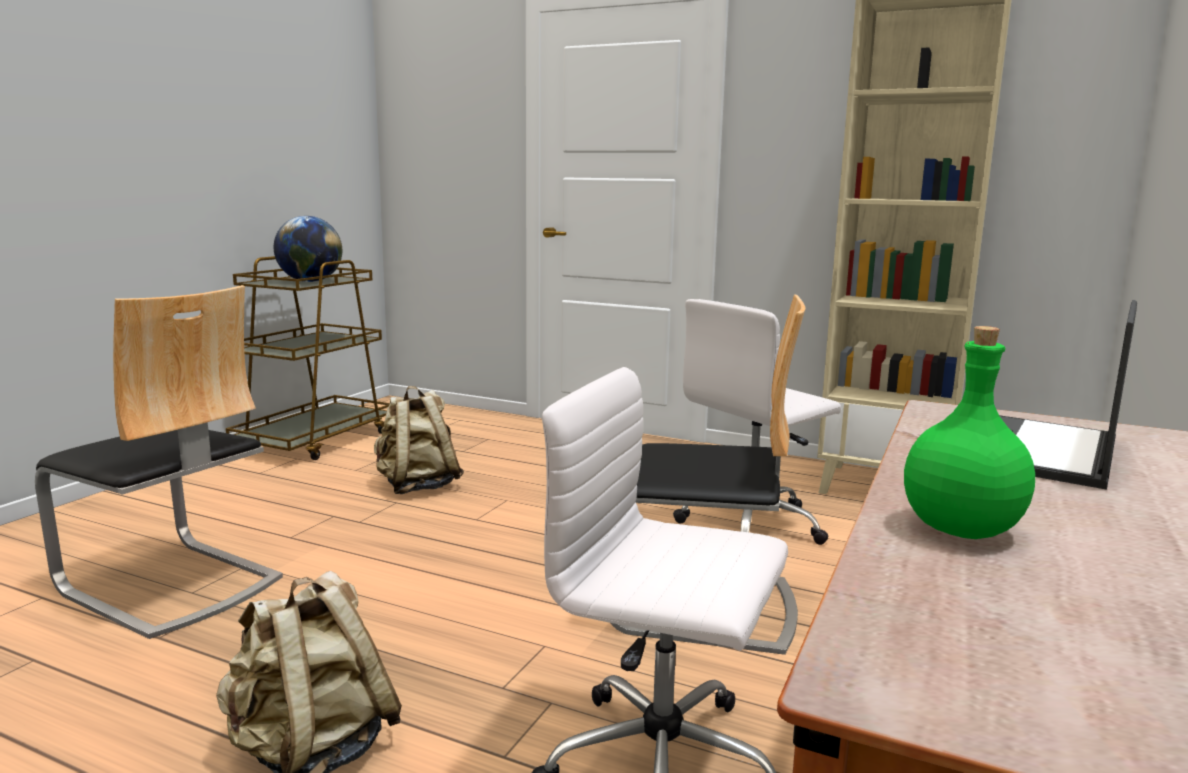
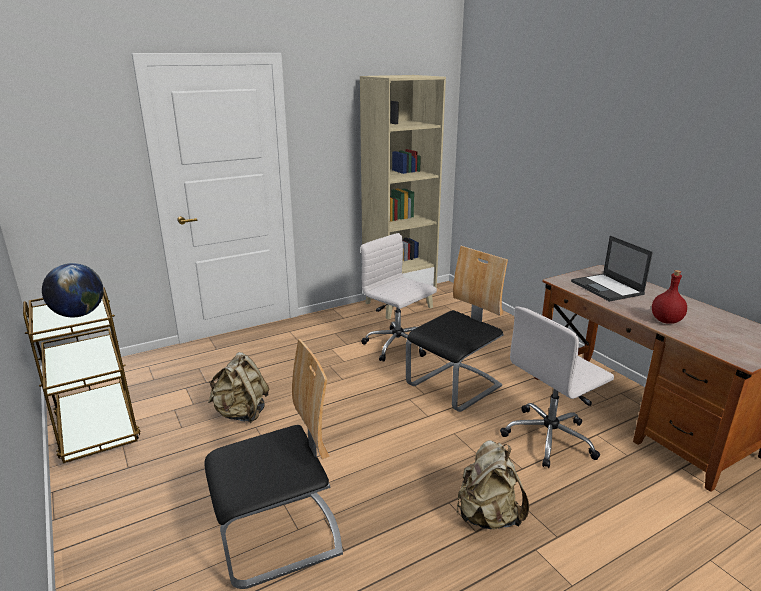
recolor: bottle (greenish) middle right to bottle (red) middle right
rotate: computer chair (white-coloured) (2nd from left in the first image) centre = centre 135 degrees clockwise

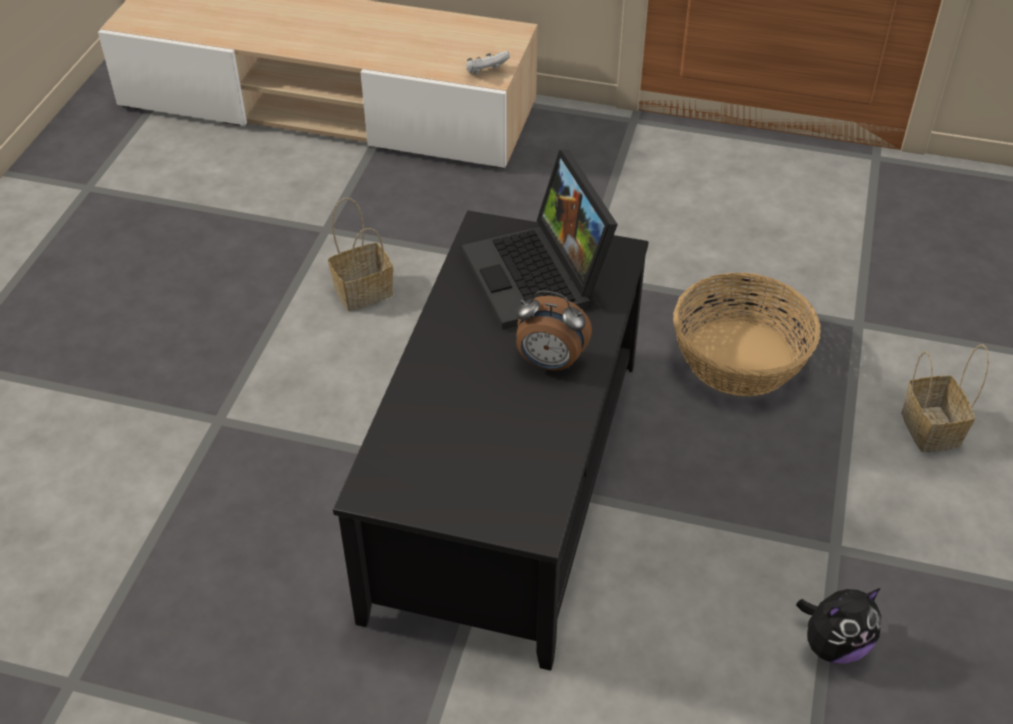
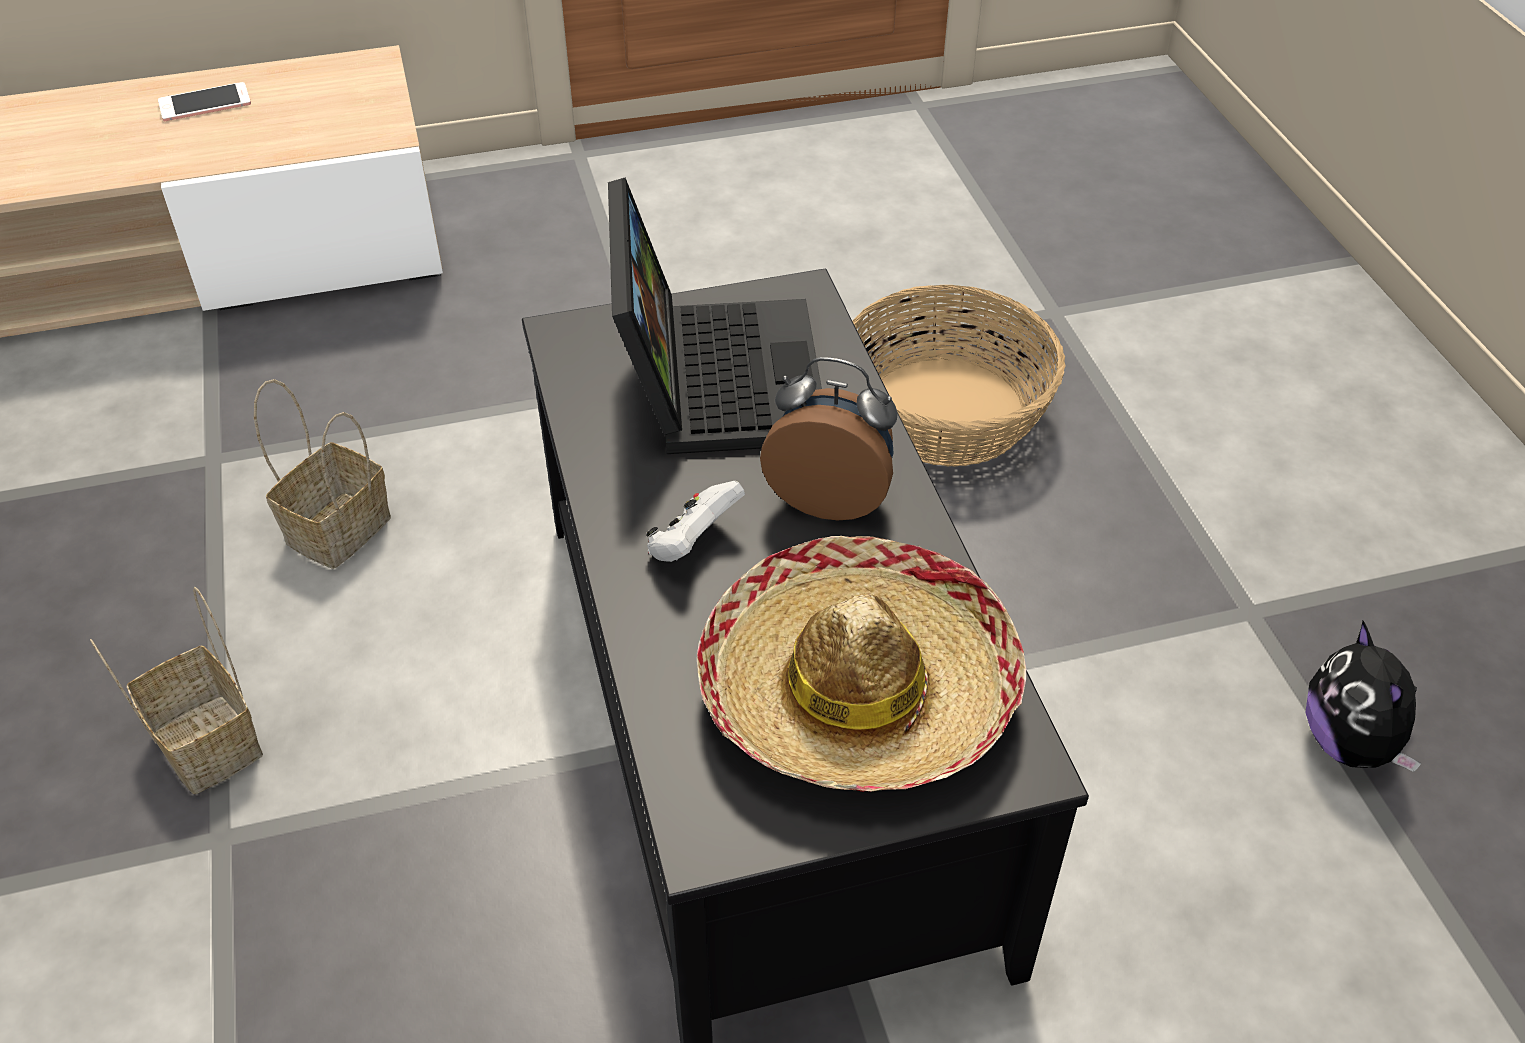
insert: handset top left; wearable hat centre
move: household basket (3rd from left in the first image) middle right to household basket (1st from left) middle left; joypad (white-coloured) top centre to centre
rotate: portable computer top centre = top centre 135 degrees counterclockwise; alarm clock centre = centre 150 degrees counterclockwise; cuddly toy bottom right = bottom right 135 degrees clockwise

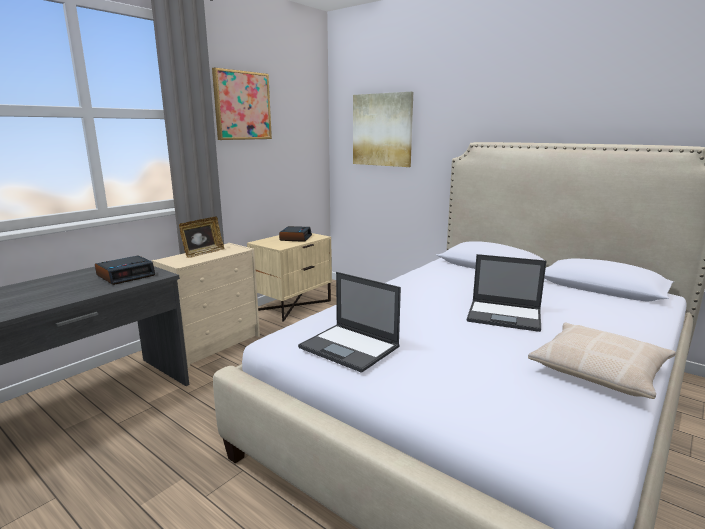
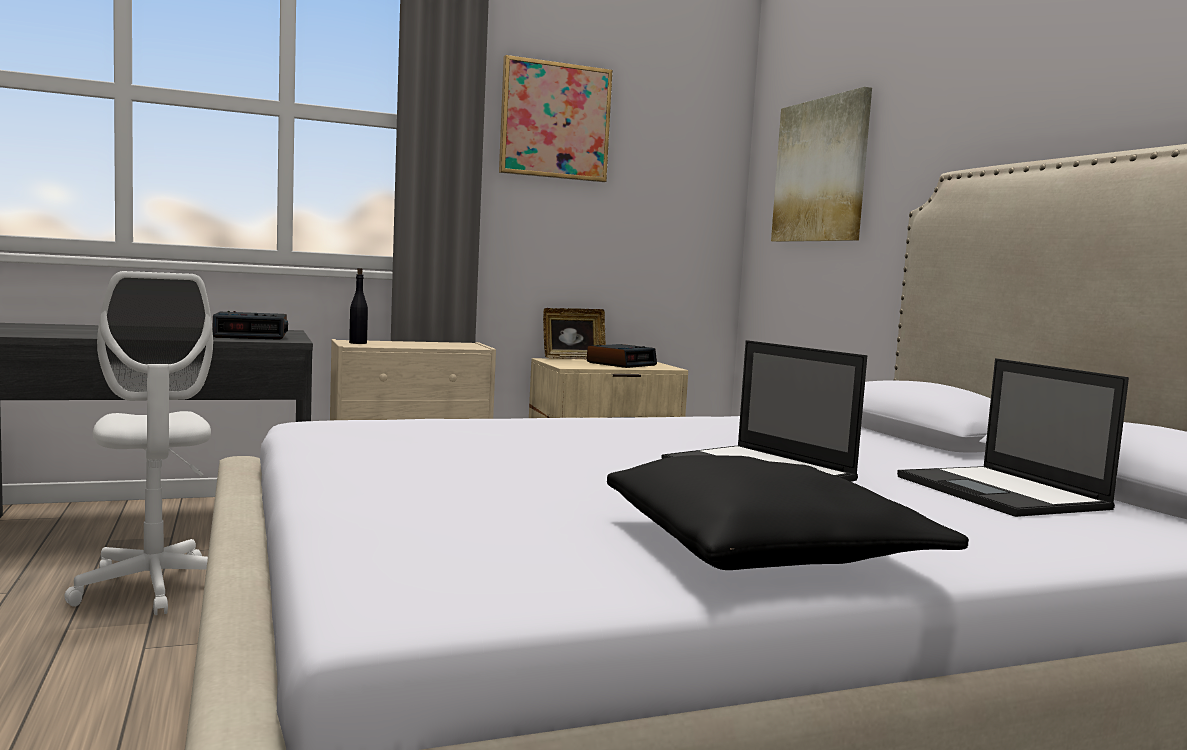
insert: computer chair (white-coloured) middle left; bottle (black) middle left
move: standing frame middle left to centre; portable computer (1st from left in the first image) centre to portable computer (2nd from left) middle right
recolor: cushion (sand-coloured) bottom right to cushion (black) bottom centre

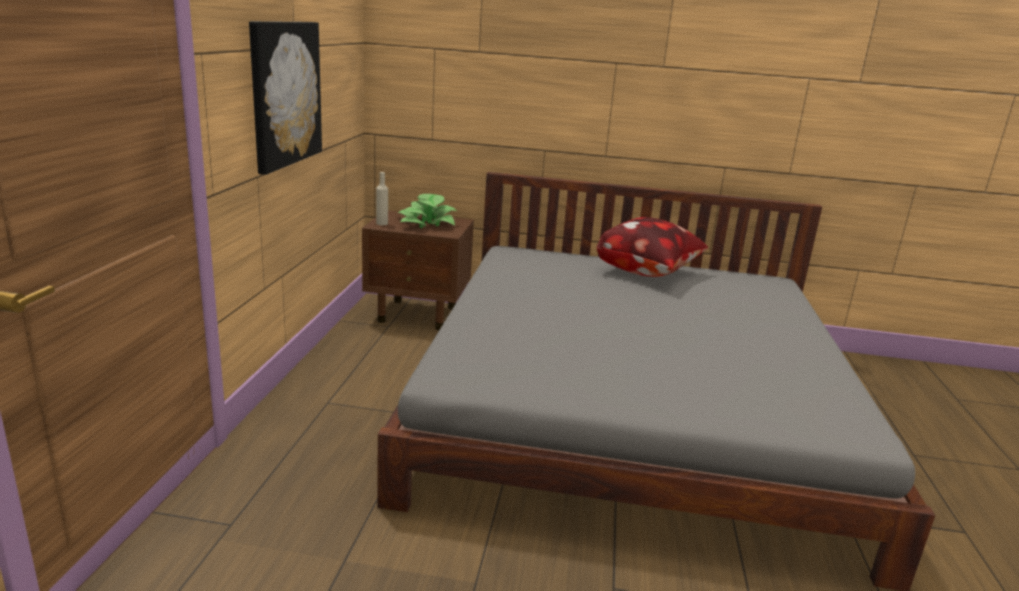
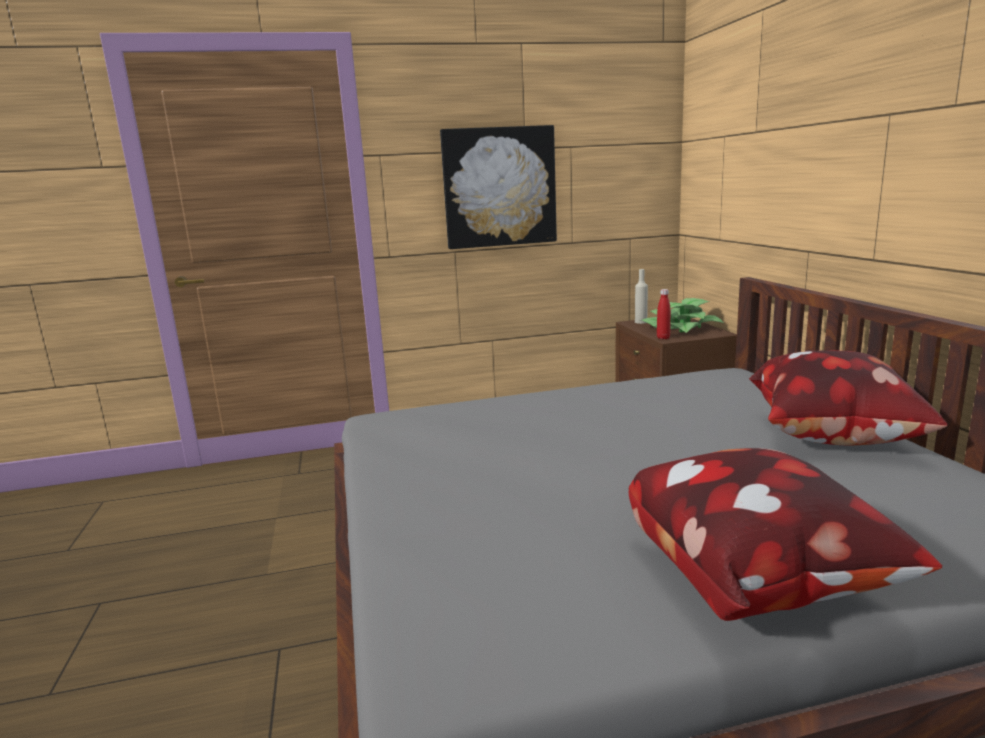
insert: cushion (1st from left) bottom right; bottle (red) middle right

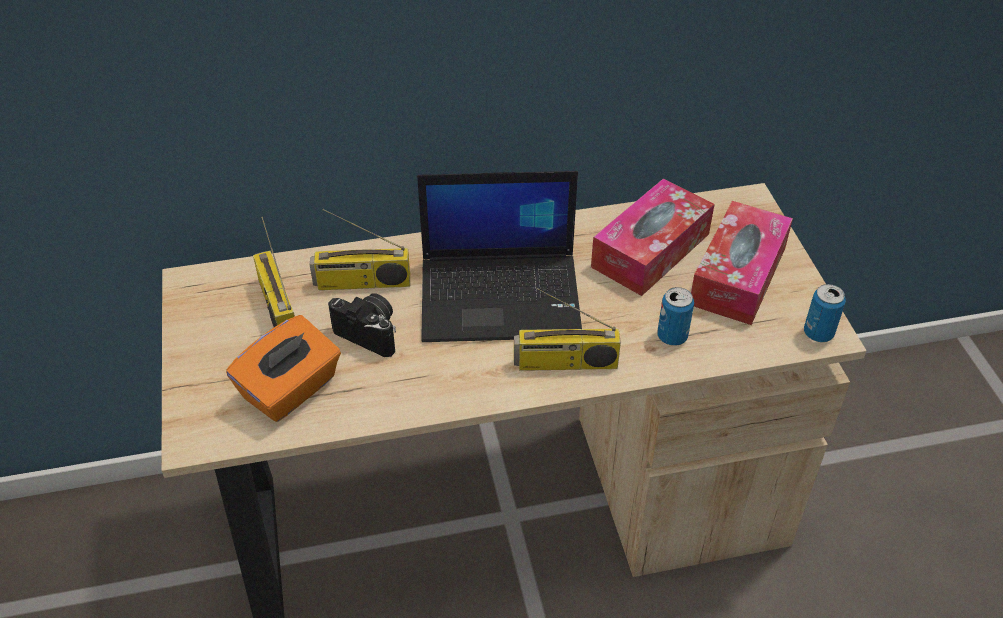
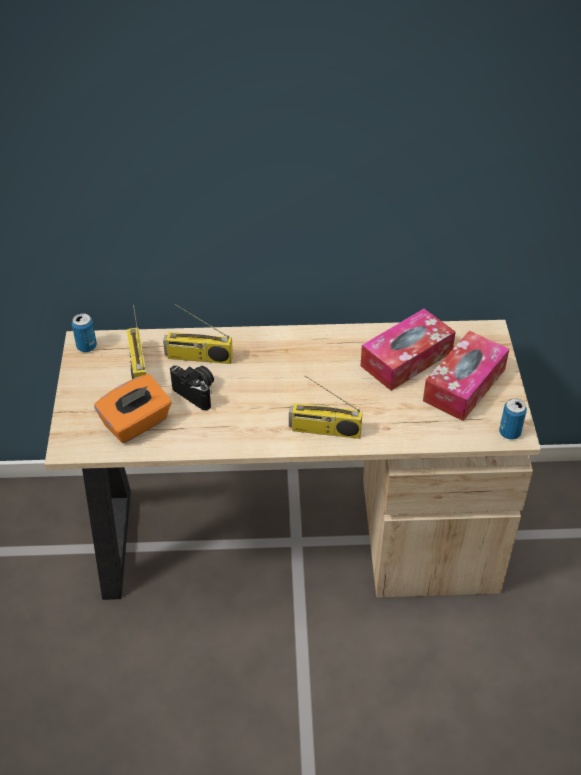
delete: portable computer centre
move: sealed can (1st from left) middle right to middle left

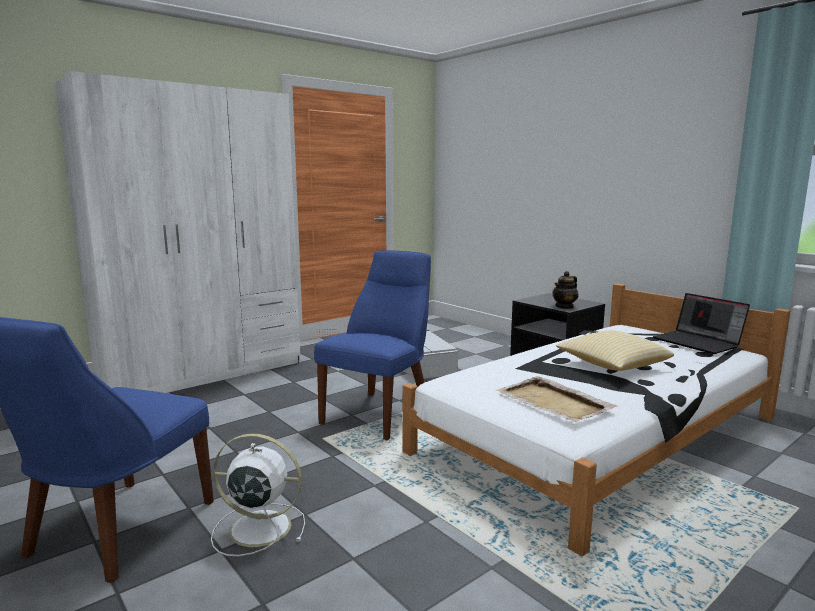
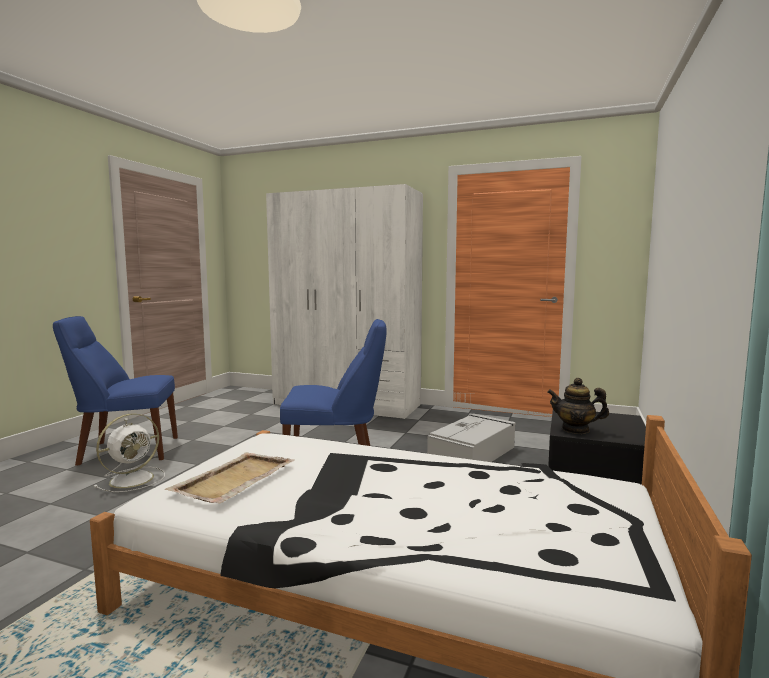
delete: cushion middle right; portable computer middle right
rotate: electric fan (white-coloured) bottom left = bottom left 60 degrees clockwise

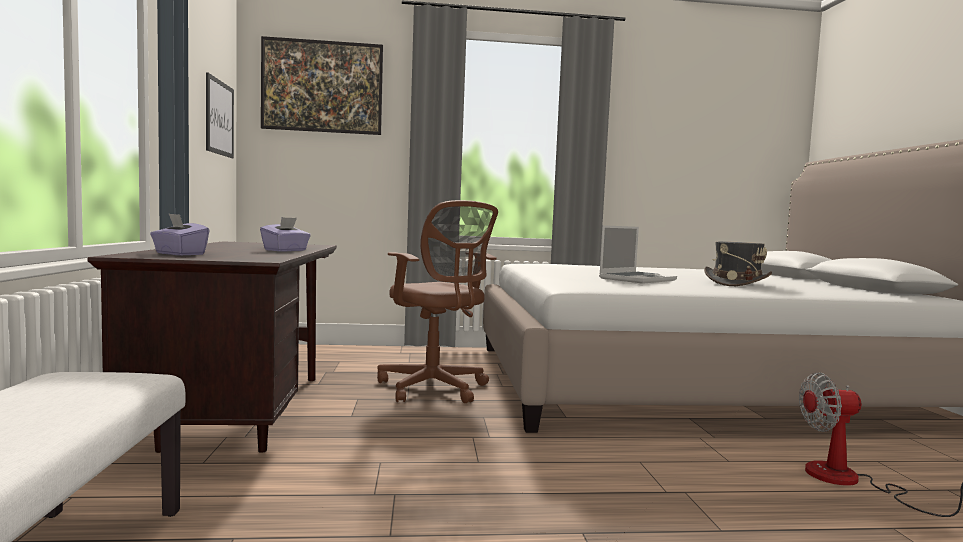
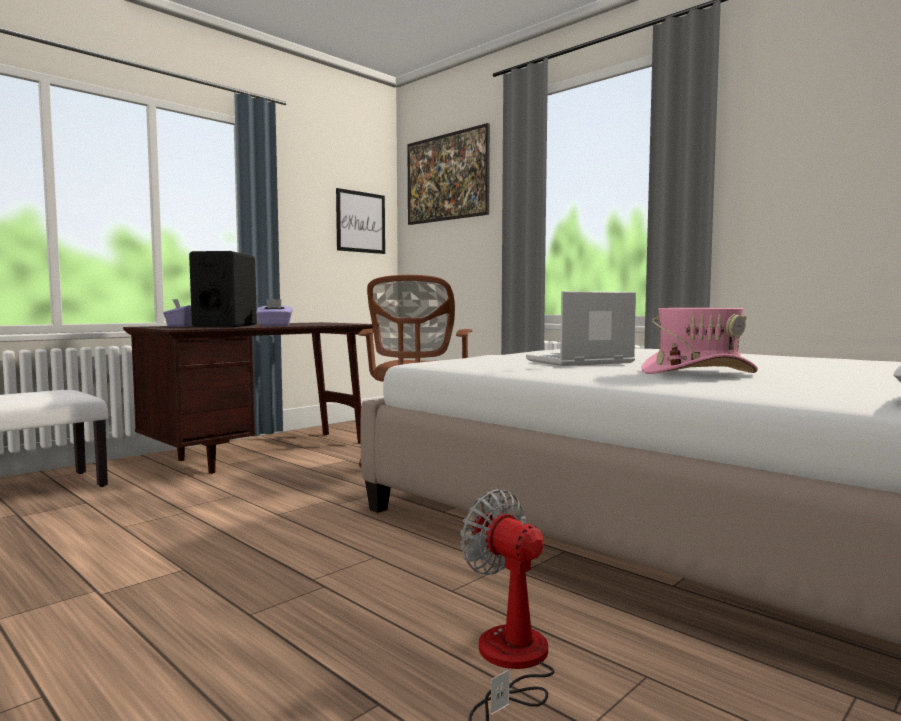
insert: loudspeaker (black) middle left
recolor: wearable hat (grey) middle right to wearable hat (pink-coloured) middle right
rotate: portable computer centre = centre 150 degrees clockwise

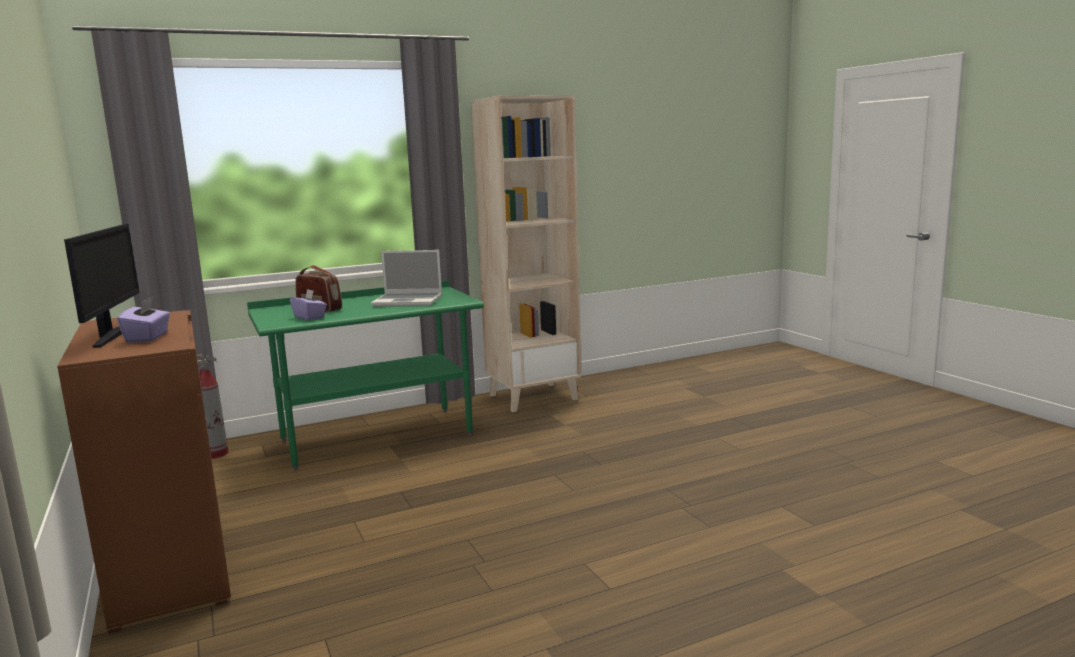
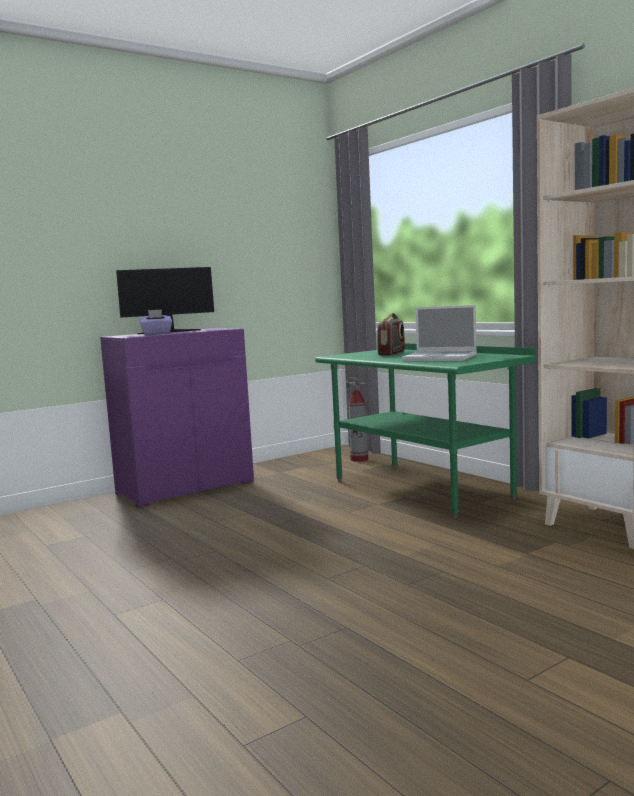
delete: tissue holder (purplish) (2nd from left) middle left
recolor: cabinet (brownish) bottom left to cabinet (purplish) middle left
rotate: portable computer centre = middle right 60 degrees counterclockwise

